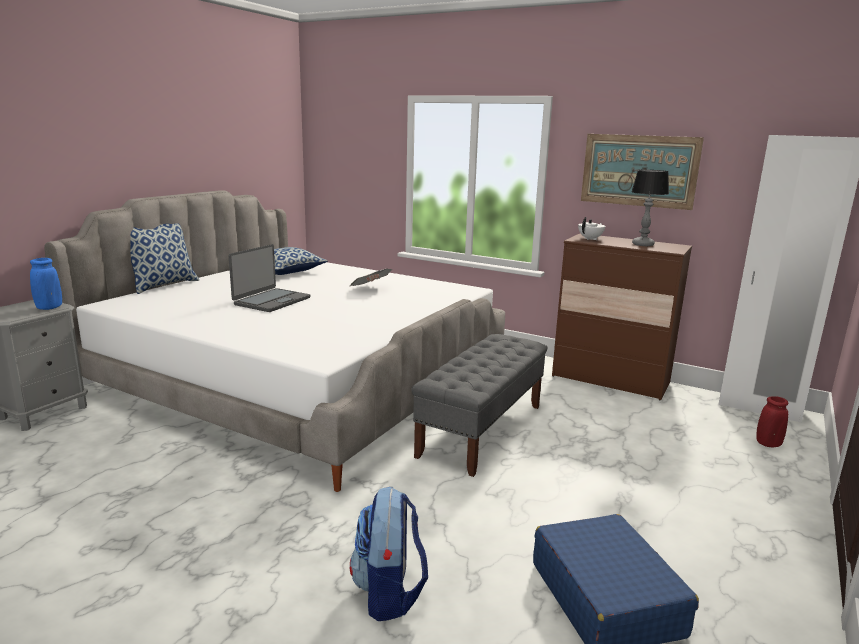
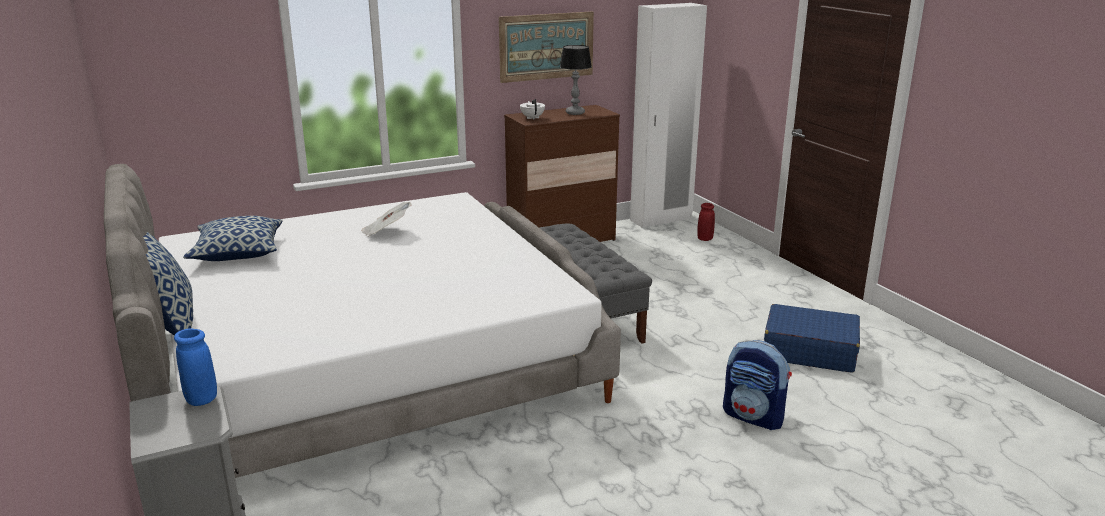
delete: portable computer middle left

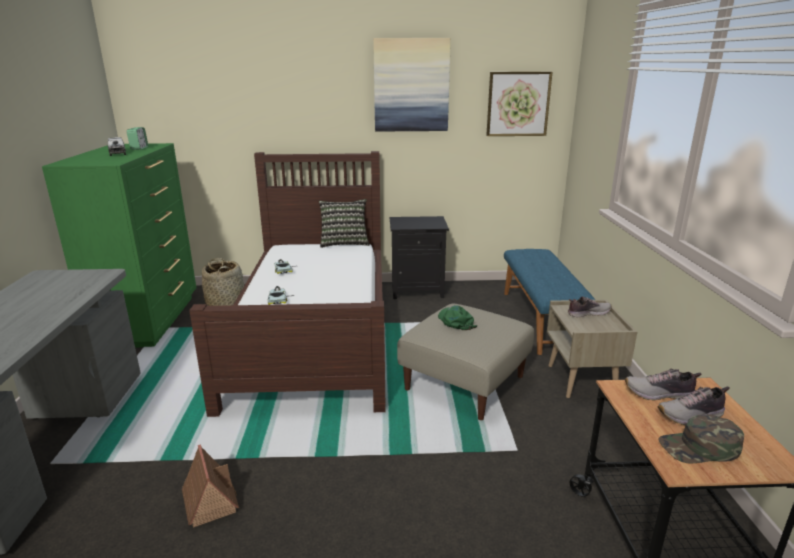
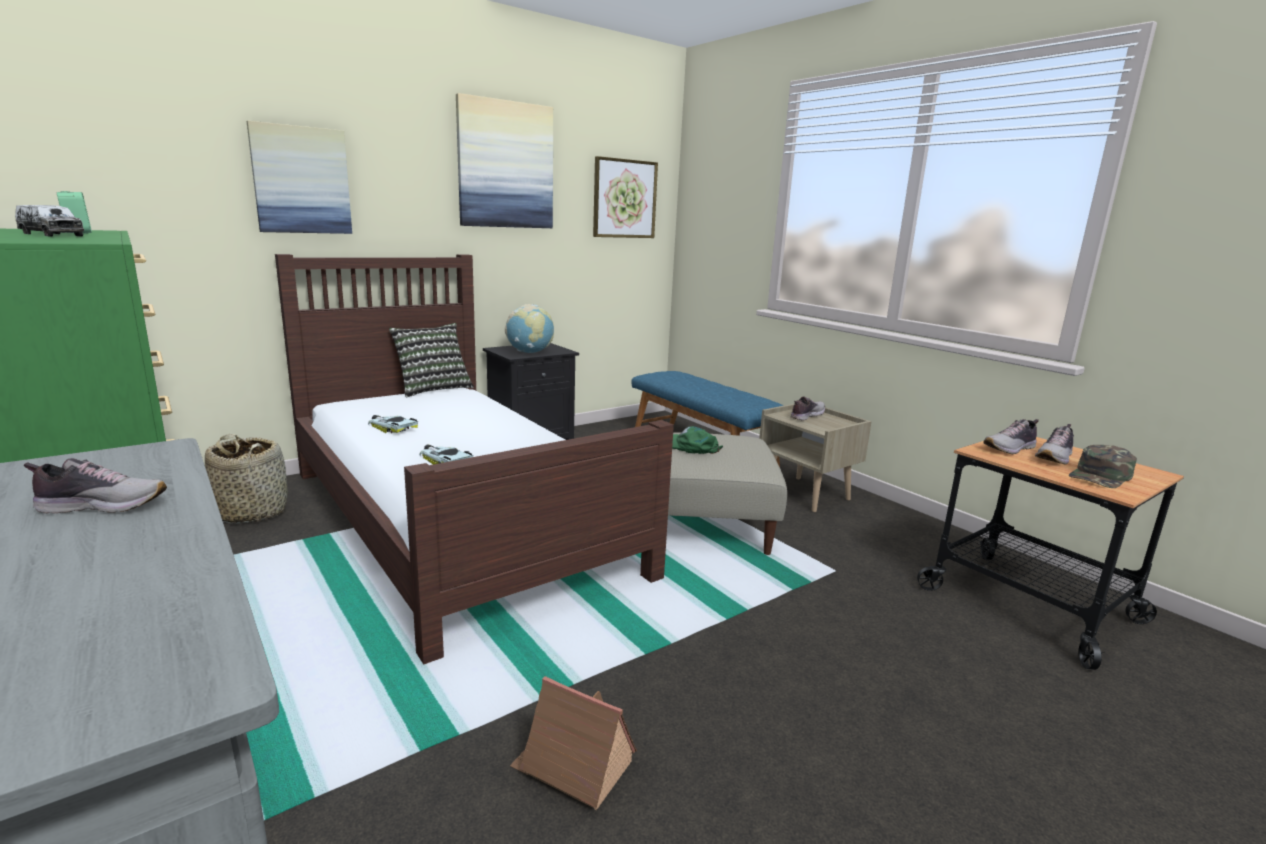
insert: item of footwear (1st from left) middle left; wall art (1st from left) top left; world globe centre

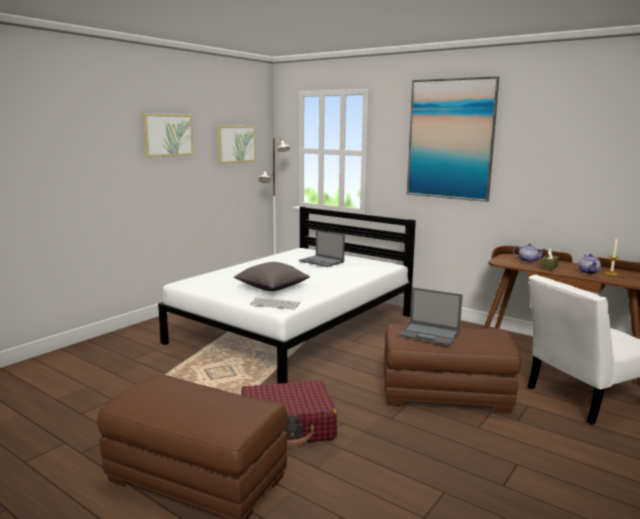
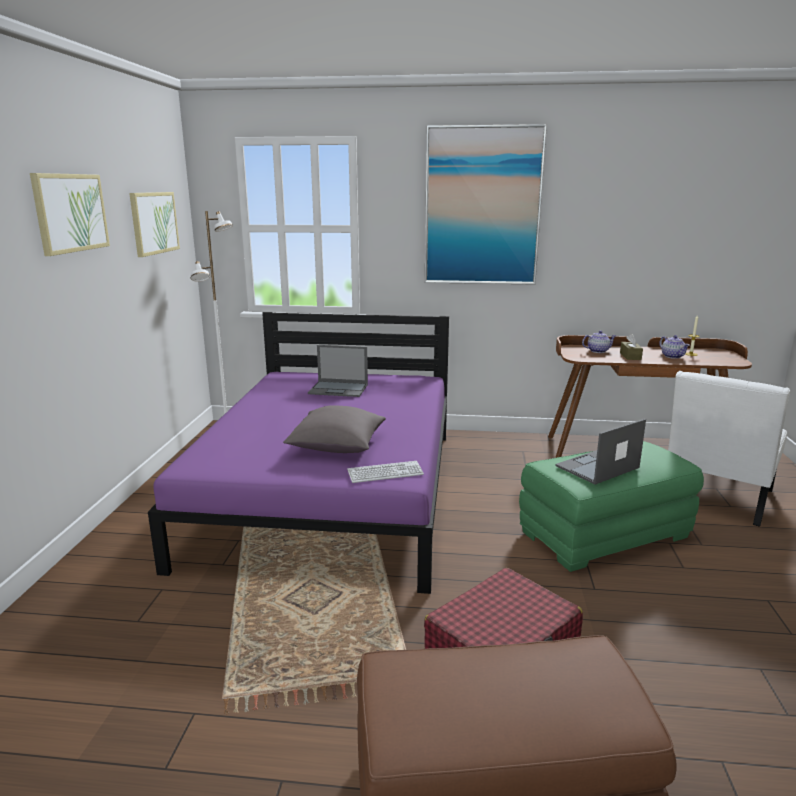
recolor: bedroom bed (white-coloured) centre to bedroom bed (purplish) centre; pouffe (brownish) (2nd from left) bottom right to pouffe (greenish) middle right
rotate: portable computer (2nd from left) middle right = middle right 150 degrees clockwise

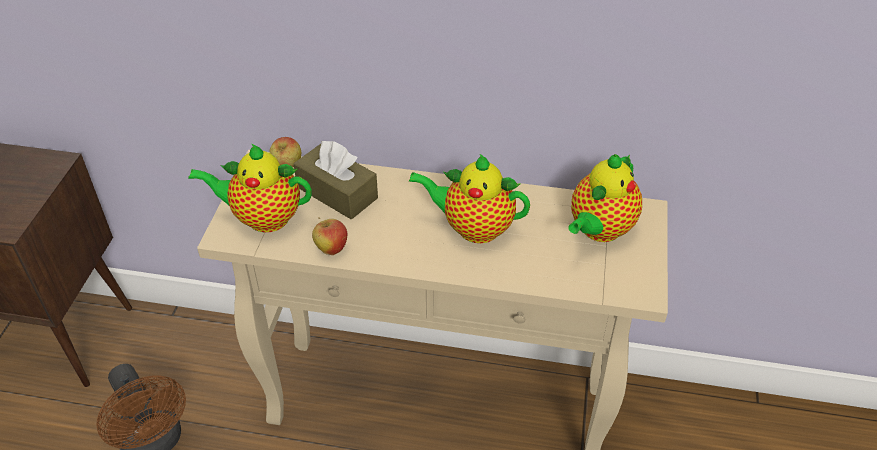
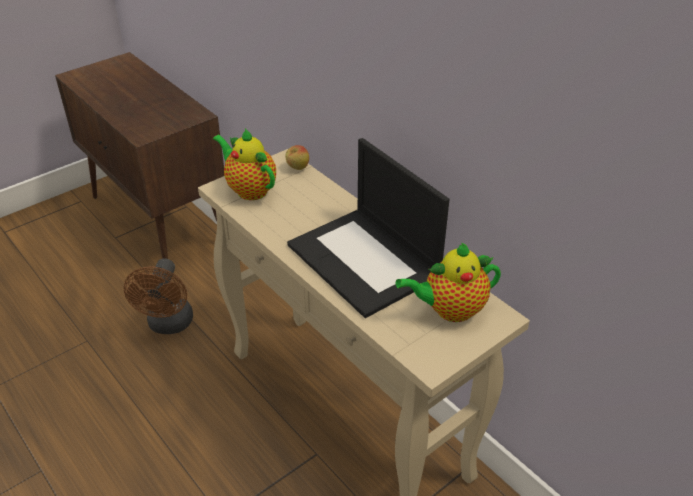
delete: tissue holder (brownish) centre; apple fruit (2nd from left) centre
replace: tea pot (2nd from left) centre to portable computer centre

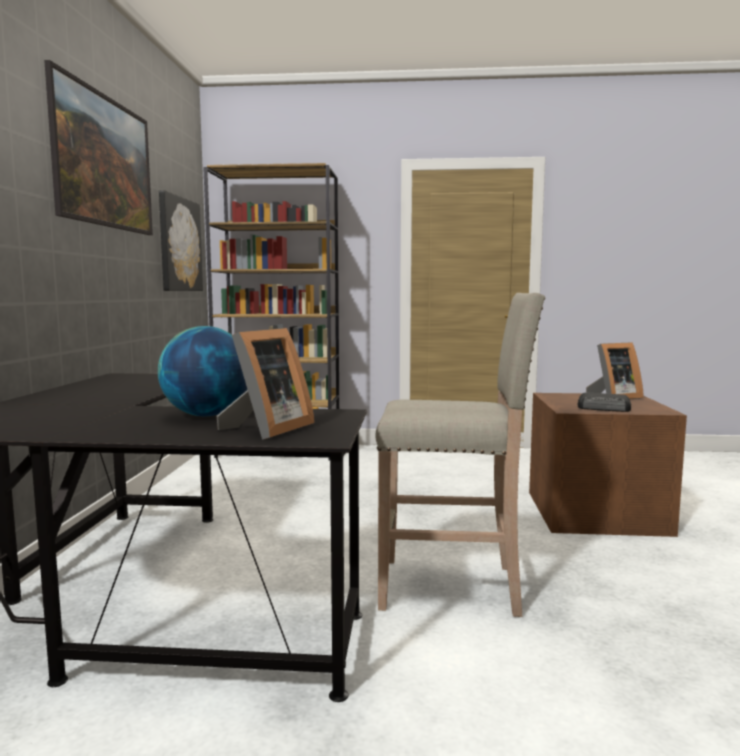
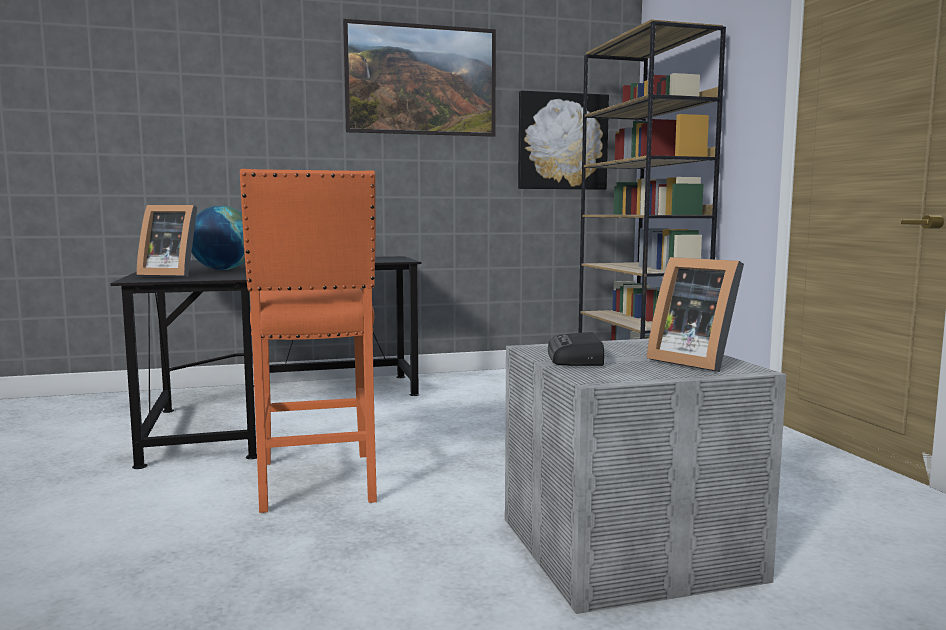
recolor: stool seat (sand-coloured) centre to stool seat (orangey) middle left; storage container (brownish) middle right to storage container (grey) bottom right

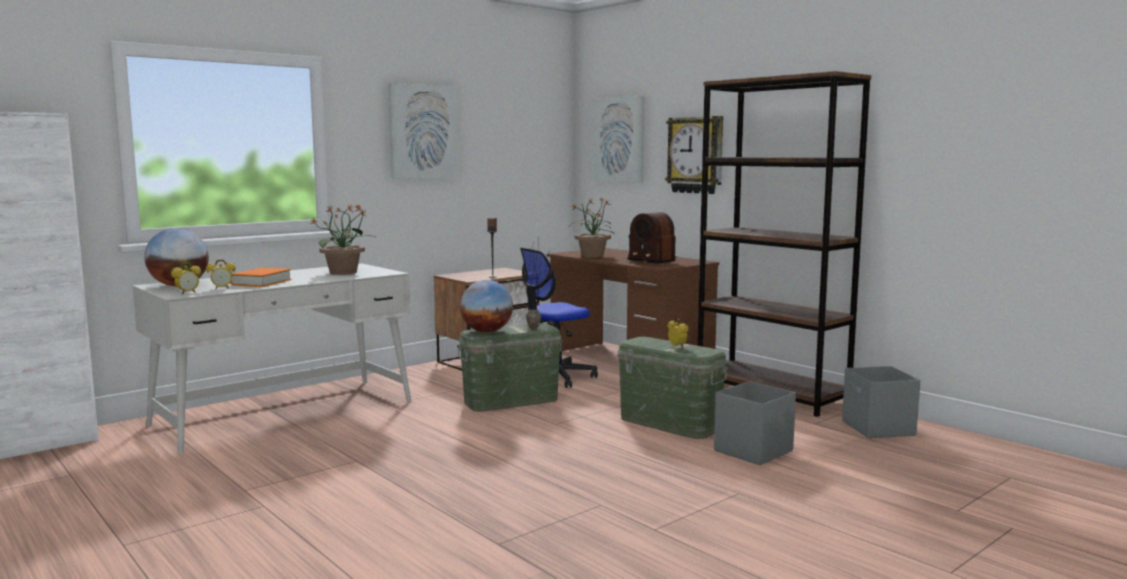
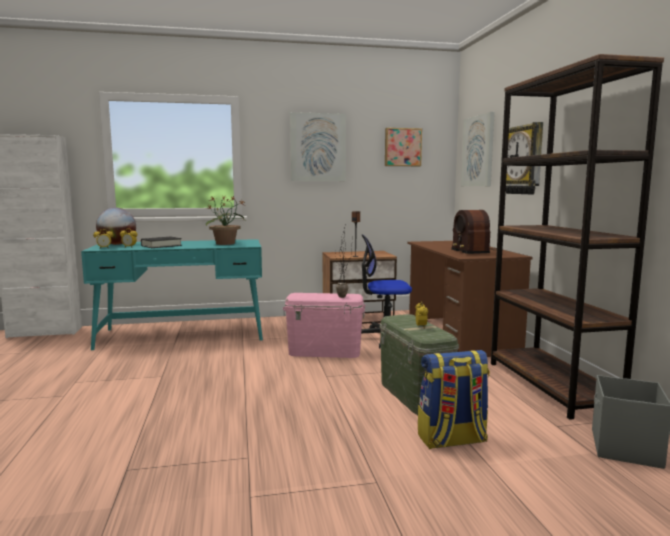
delete: world globe (2nd from left) centre; potted plant (3rd from left) centre
insert: wall art (2nd from left) top centre
replace: storage container (grey) (1st from left) bottom right to rucksack bottom right
recolor: desk (white-coloured) middle left to desk (blue-green) middle left; volume (orangey) middle left to volume (black) middle left; storage container (greenish) (1st from left) centre to storage container (pink-coloured) centre

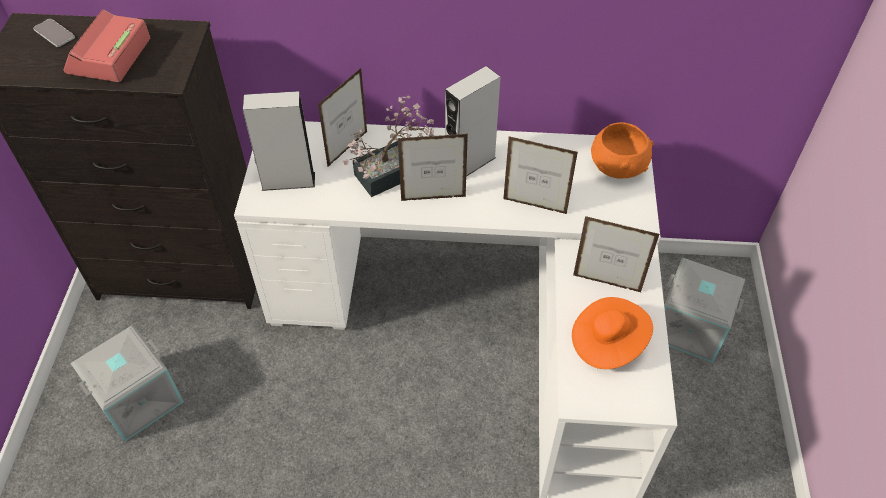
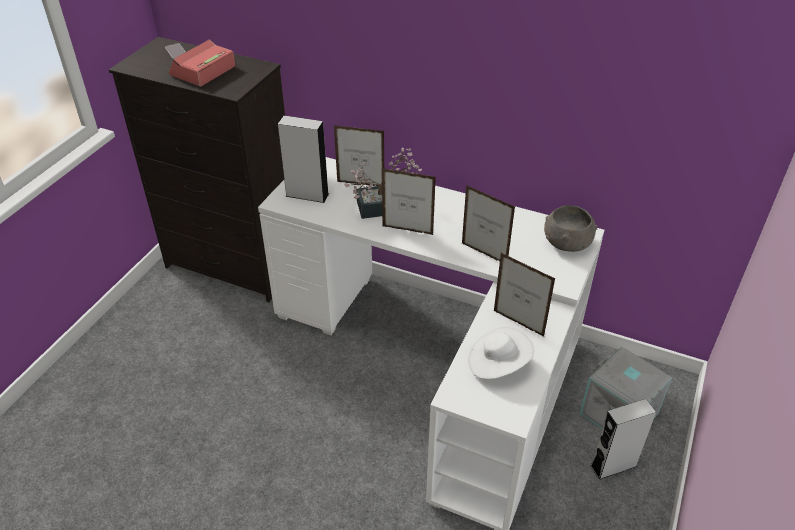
delete: storage container (grey) (1st from left) bottom left
move: loudspeaker (grey) (2nd from left) top centre to bottom right
recolor: wearable hat (orangey) bottom right to wearable hat (white-coloured) centre; bowl (orangey) top right to bowl (grey) middle right
rotate: standing frame (1st from left) top centre = top centre 45 degrees clockwise

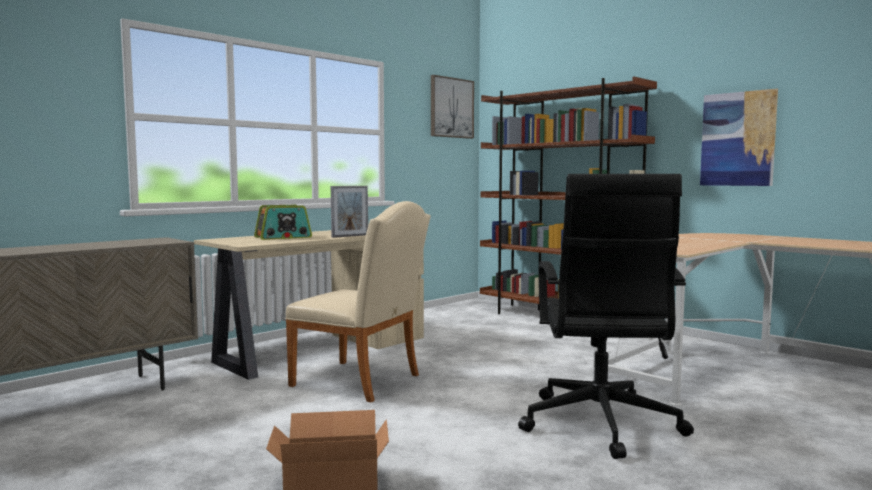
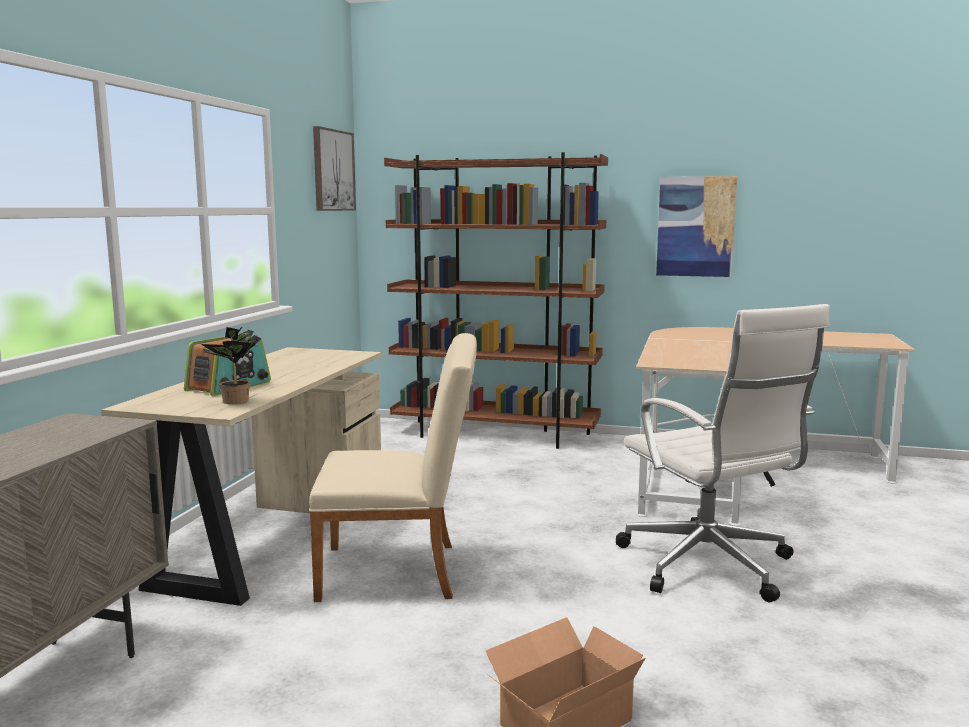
delete: standing frame centre
insert: potted plant middle left
recolor: computer chair (black) middle right to computer chair (white-coloured) middle right

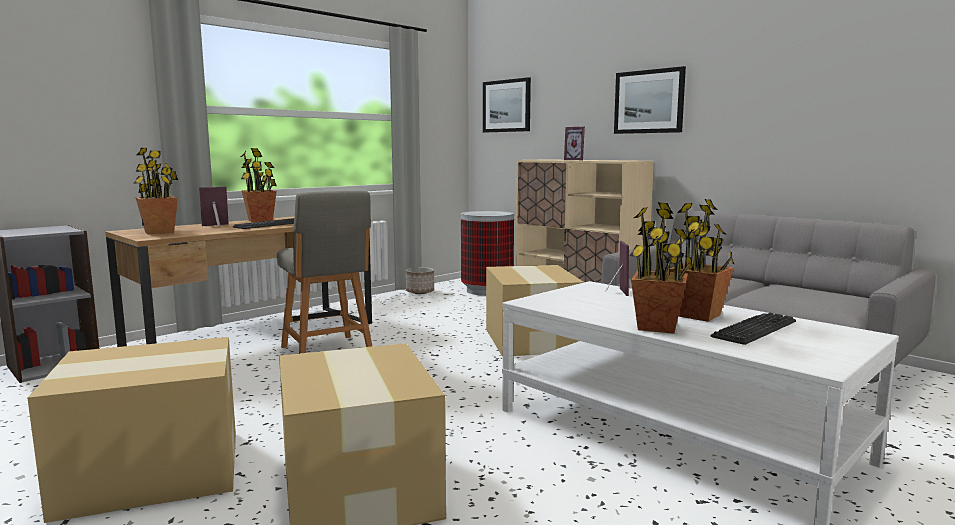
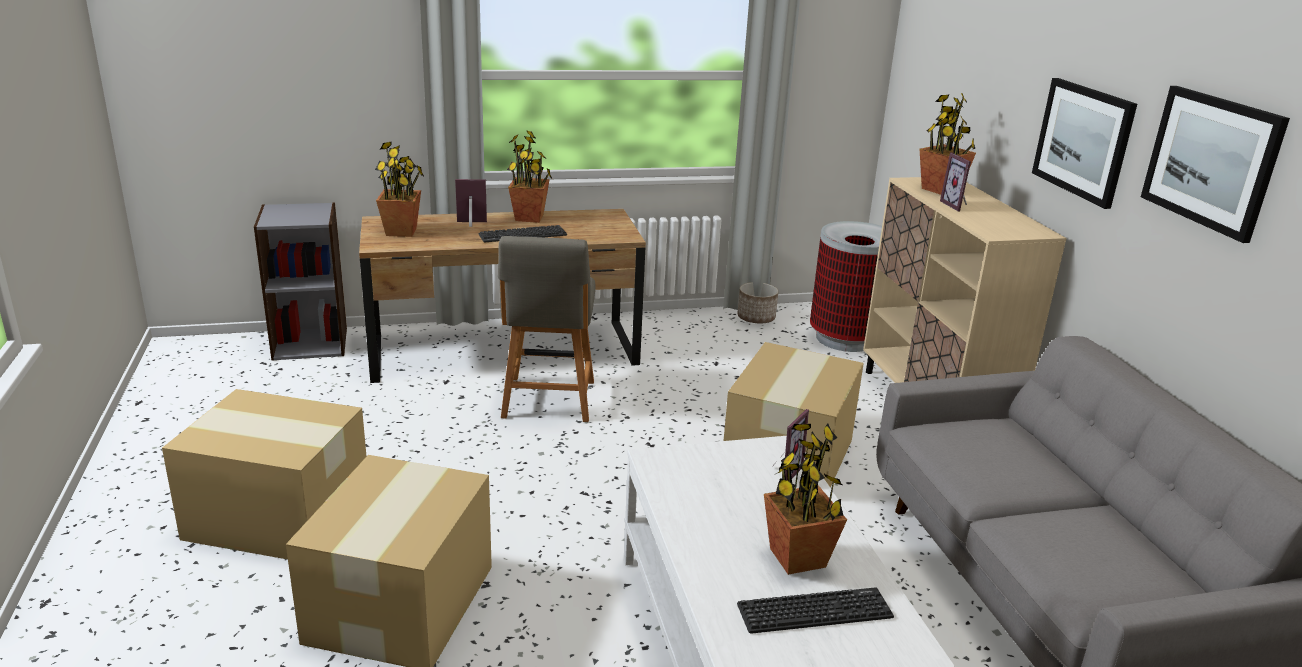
move: potted plant (3rd from left in the first image) middle right to potted plant (4th from left) top right; wall art (1st from left in the first image) top centre to wall art (2nd from left) top right

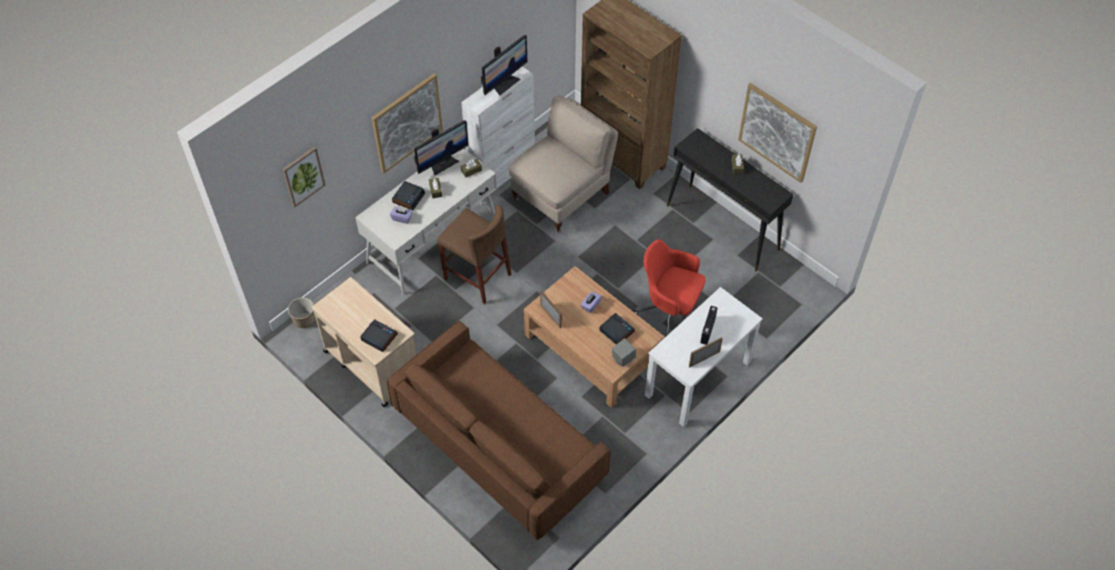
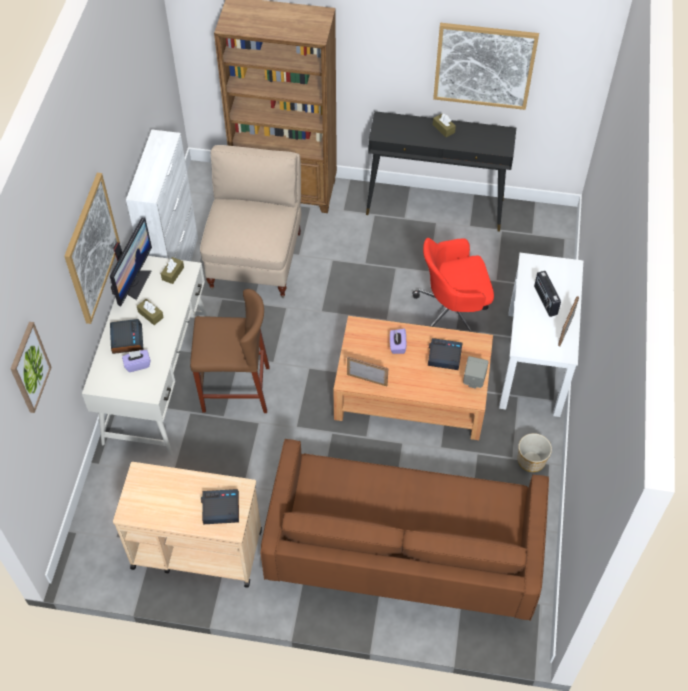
delete: computer screen (2nd from left) top centre
move: plant pot middle left to middle right

